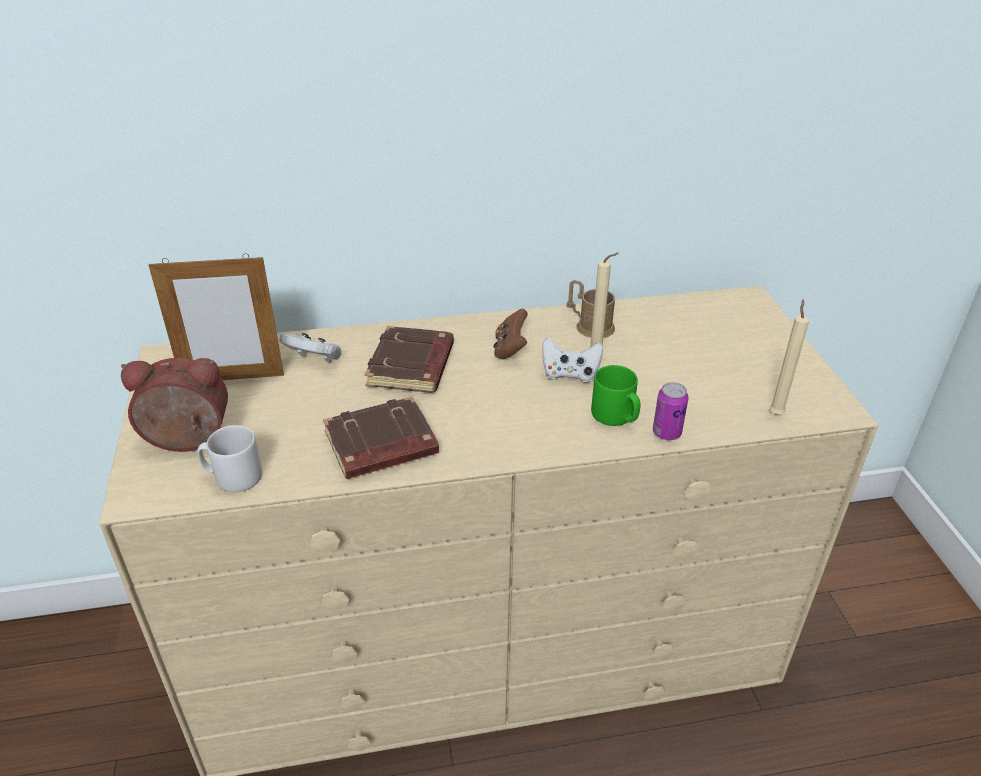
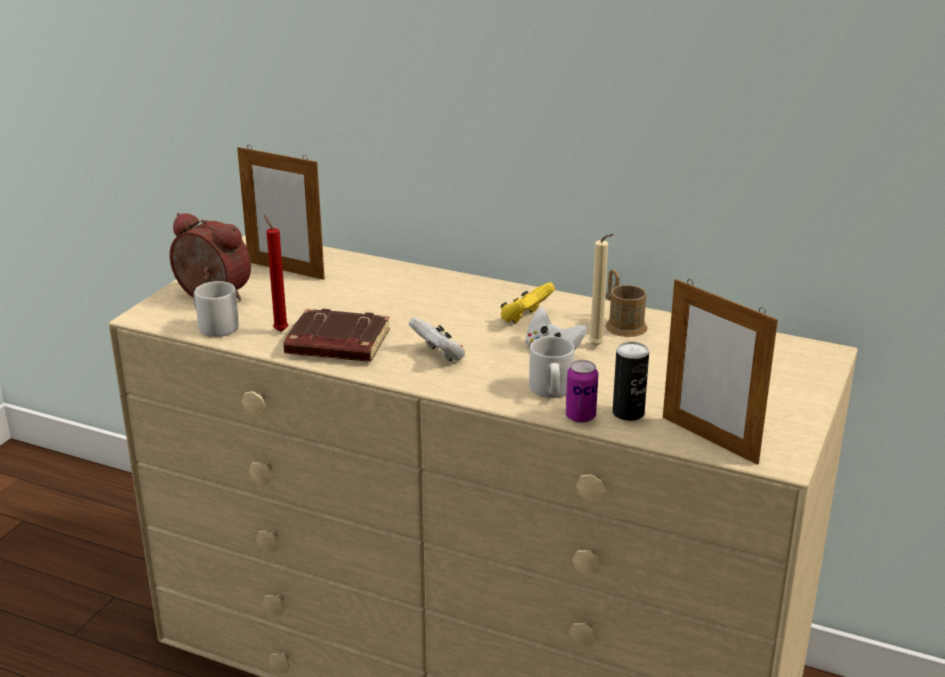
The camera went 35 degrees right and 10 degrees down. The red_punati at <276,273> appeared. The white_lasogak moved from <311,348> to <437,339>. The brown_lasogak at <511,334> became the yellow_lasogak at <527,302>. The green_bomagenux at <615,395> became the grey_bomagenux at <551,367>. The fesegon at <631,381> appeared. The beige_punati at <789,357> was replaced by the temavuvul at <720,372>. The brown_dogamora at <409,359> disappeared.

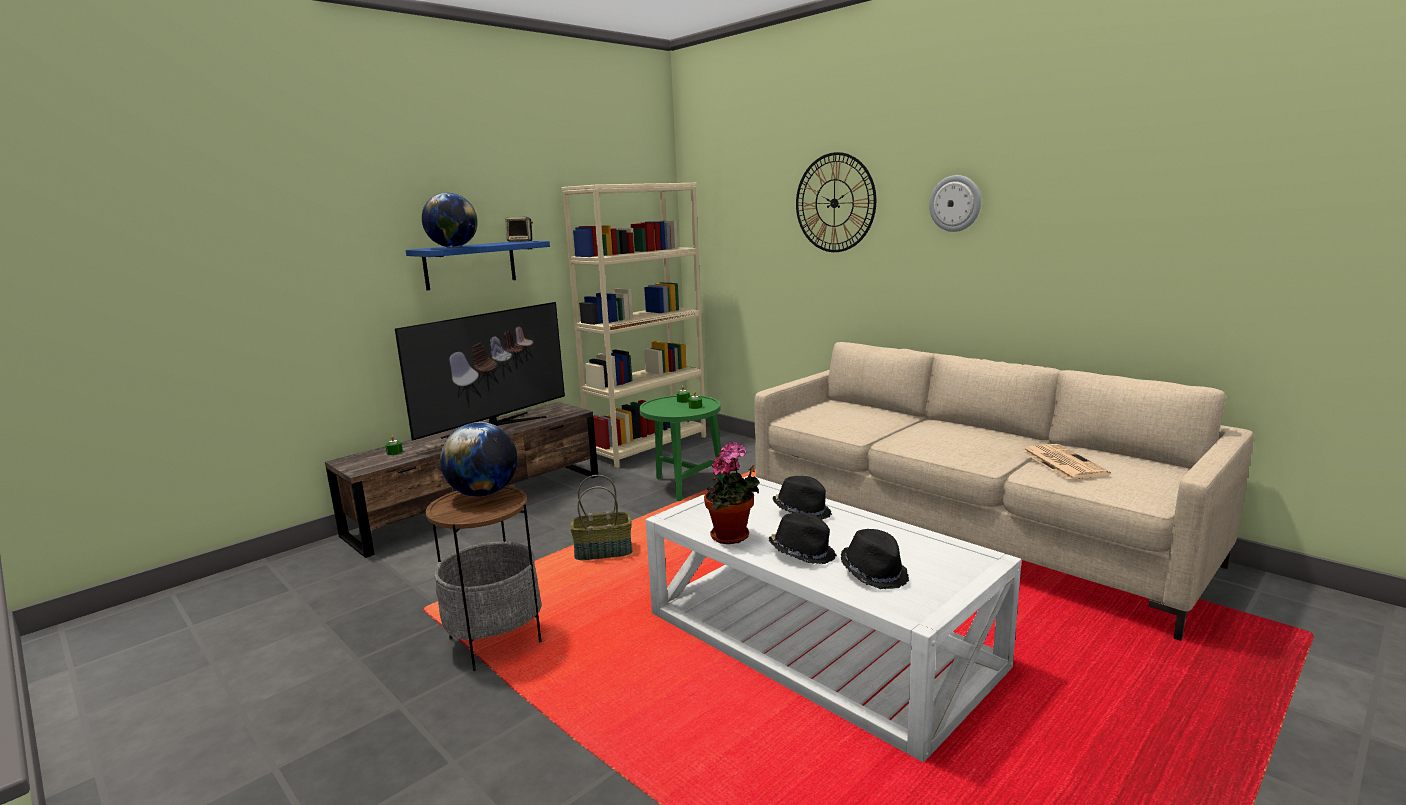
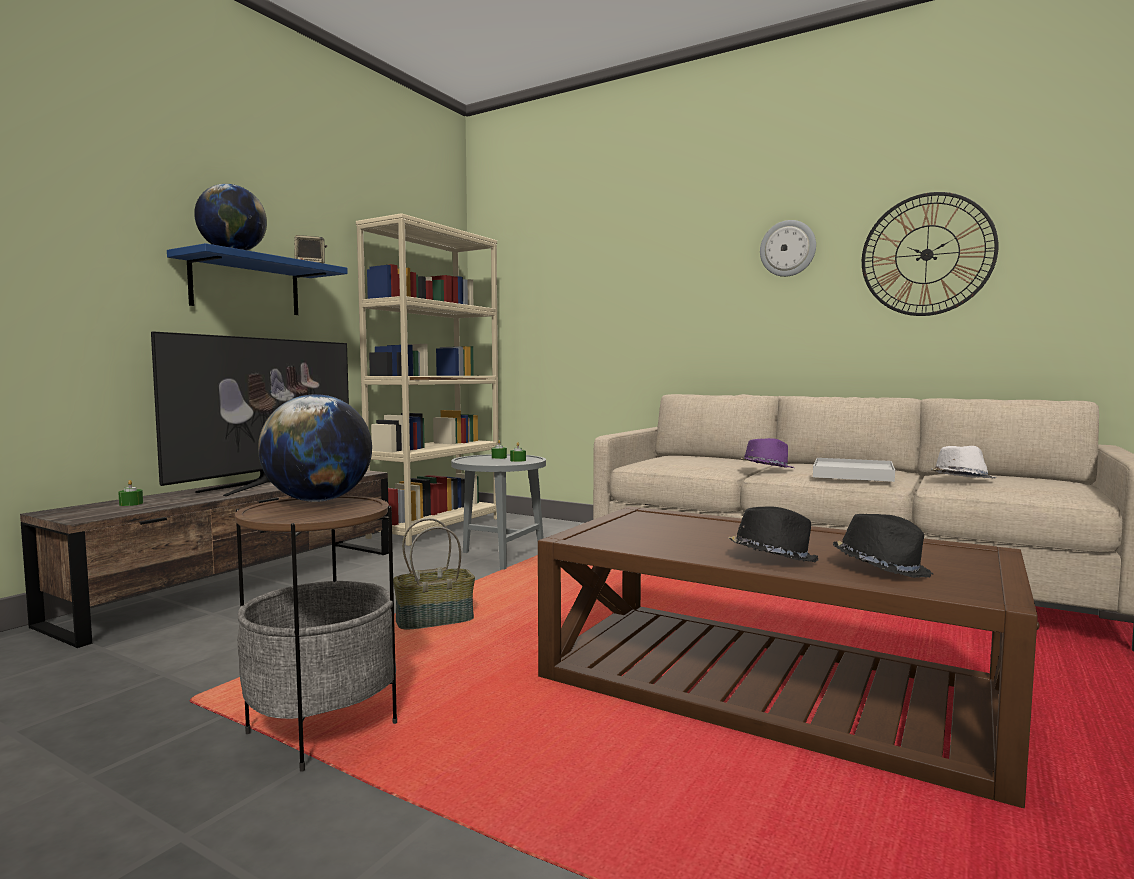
The camera went 15 degrees left and 10 degrees down. The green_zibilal at <681,448> became the grey_zibilal at <498,512>. The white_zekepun at <833,619> became the brown_zekepun at <789,657>. The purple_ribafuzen at <767,453> appeared. The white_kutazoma at <854,470> appeared. The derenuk moved from <836,202> to <930,254>. The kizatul at <1066,462> was replaced by the white_ribafuzen at <963,462>. The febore at <732,493> disappeared. The black_ribafuzen at <802,498> disappeared.

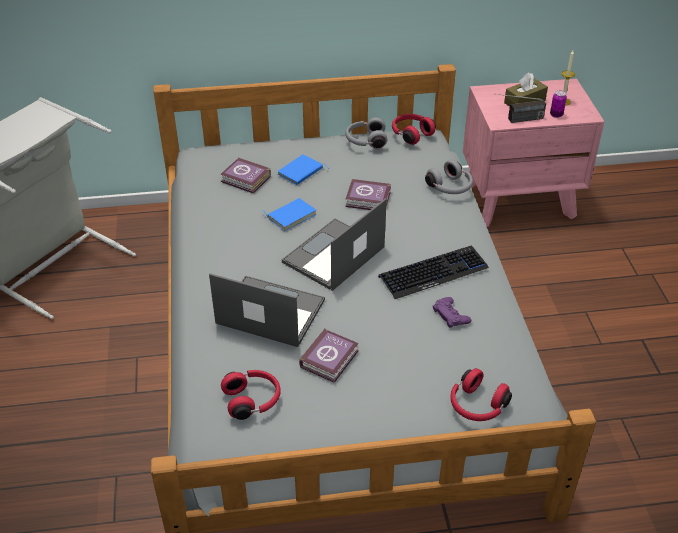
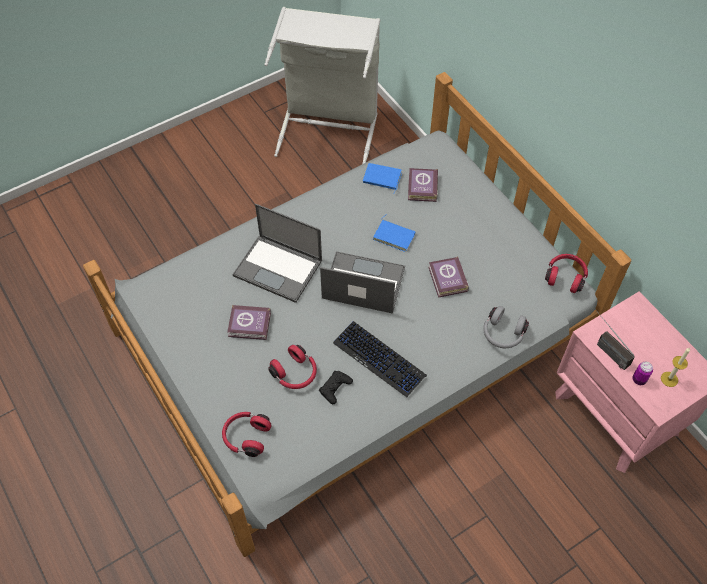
The camera went 65 degrees right and 15 degrees up. The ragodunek at <267,310> turned 120 degrees clockwise. The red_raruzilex moved from <251,395> to <292,367>. The purple_lasogak at <452,312> became the black_lasogak at <336,387>. The blue_dogamora moved from <303,169> to <382,178>. The grey_raruzilex at <366,133> disappeared. The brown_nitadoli at <526,90> disappeared.

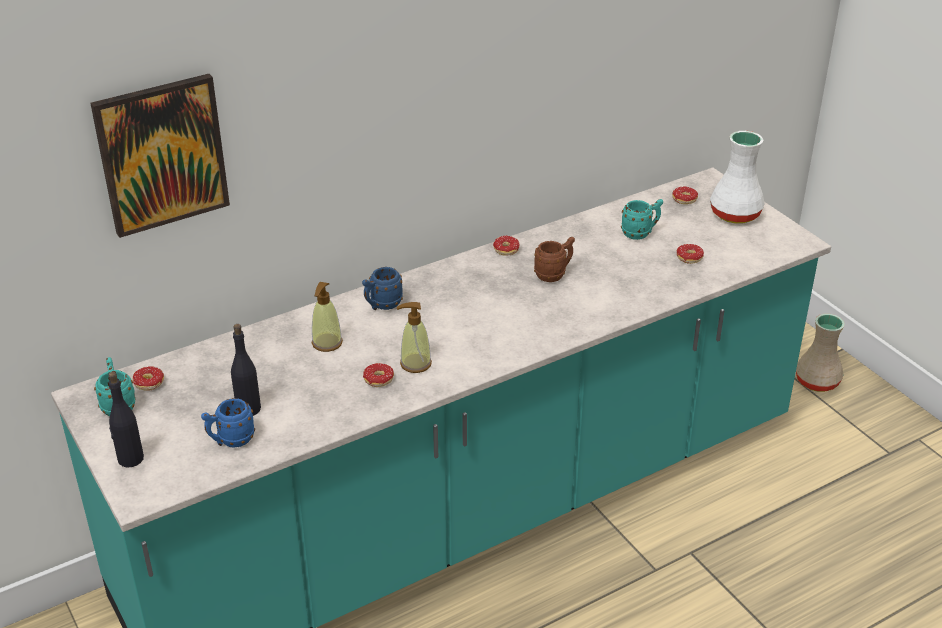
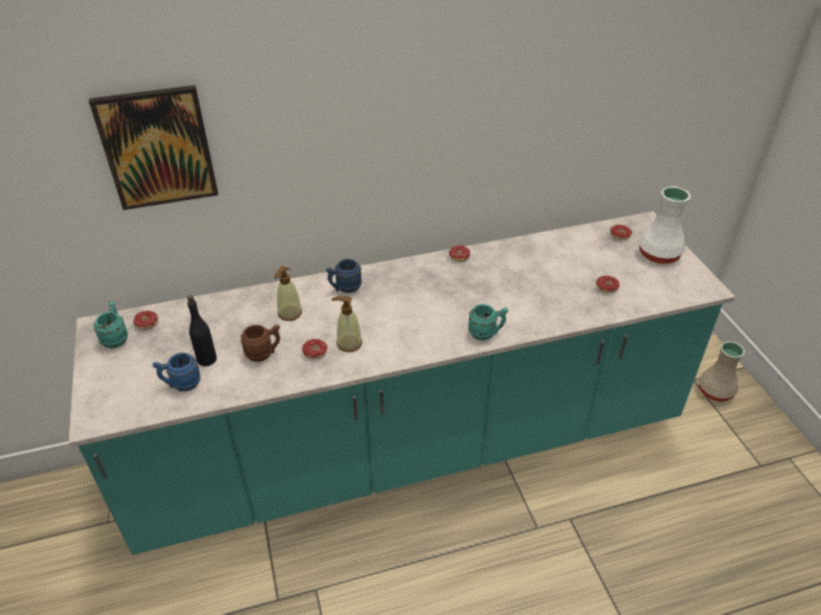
The camera went 15 degrees right and 5 degrees up. The brown_bomagenux moved from <554,259> to <260,343>. The turquoise_bomagenux moved from <642,219> to <488,322>. The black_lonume at <126,420> disappeared.

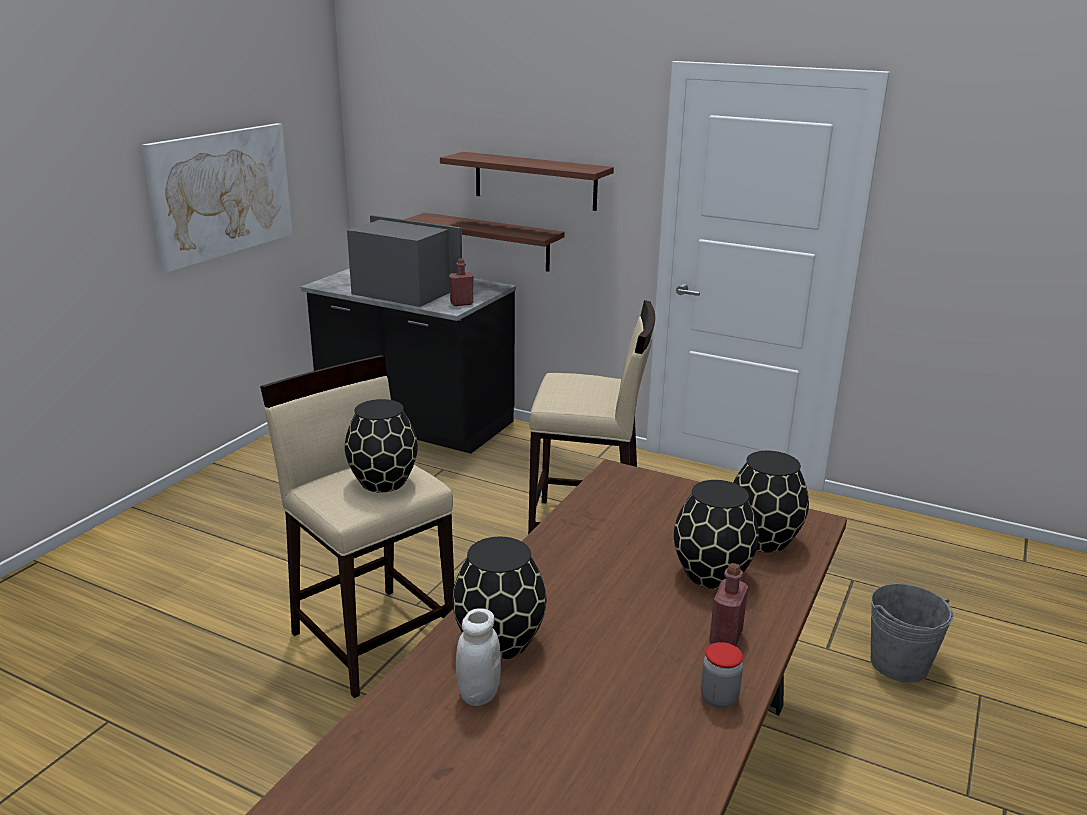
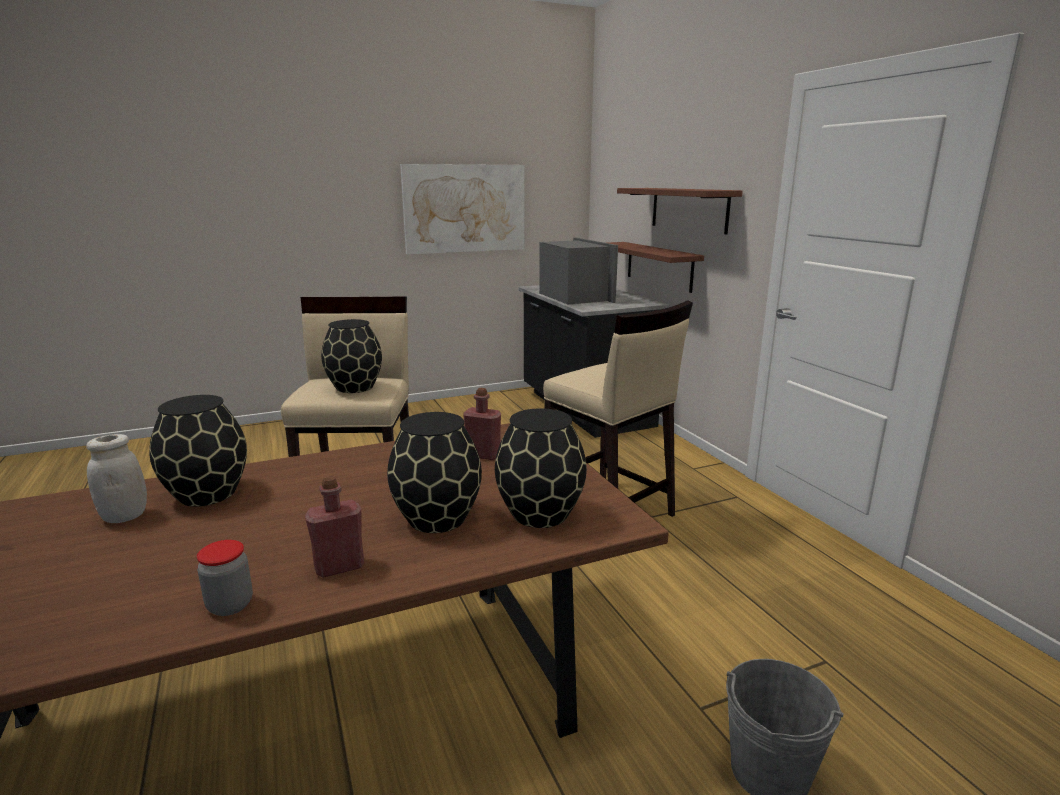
The camera went 40 degrees right and 5 degrees down. The red_lonume moved from <461,282> to <482,424>.

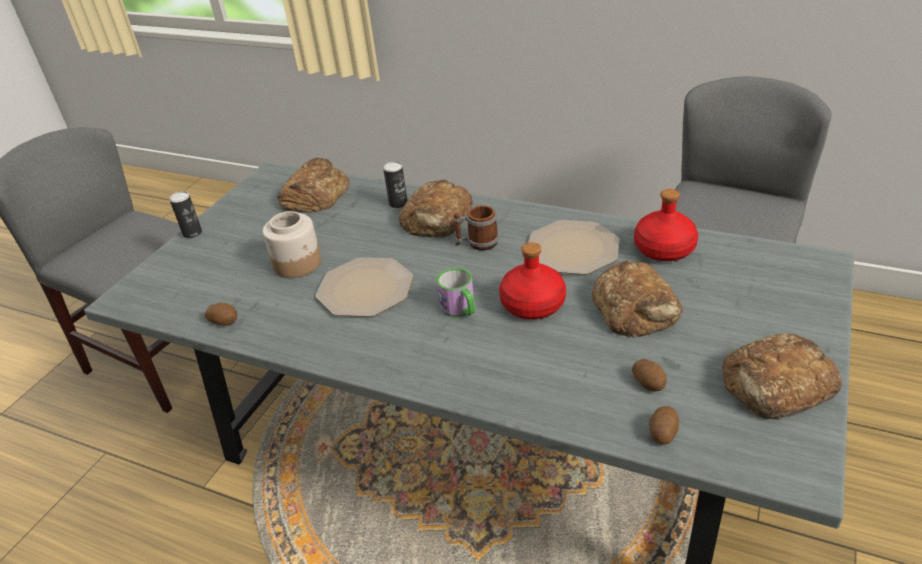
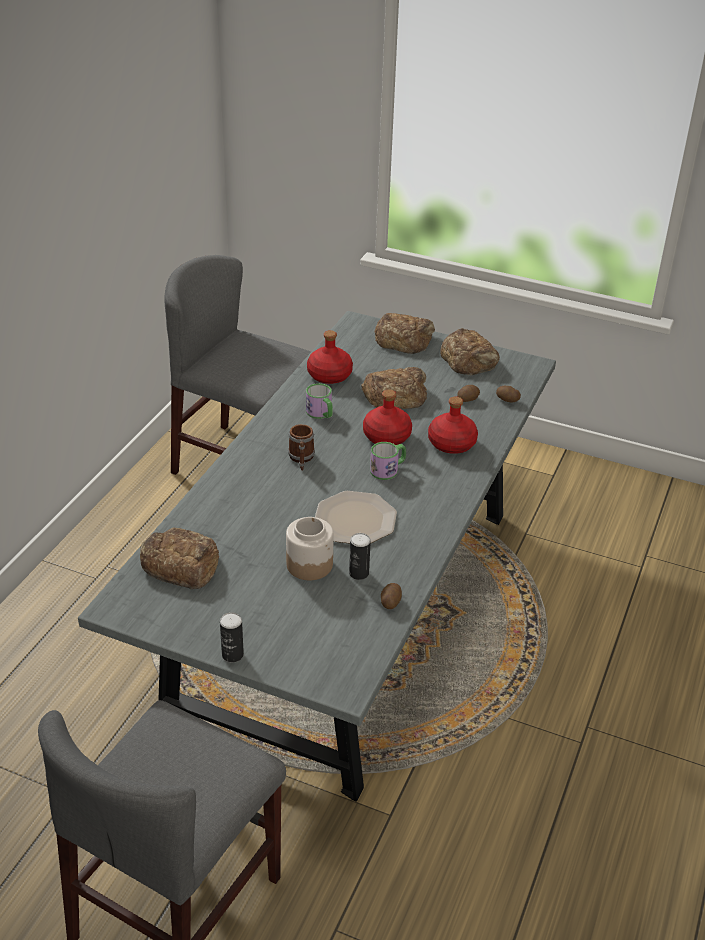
The camera went 95 degrees left and 0 degrees up. The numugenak at <574,247> was replaced by the bomagenux at <319,401>. The fesegon moved from <395,184> to <360,556>. The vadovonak moved from <436,209> to <404,333>. The red_lonume at <453,425> appeared.

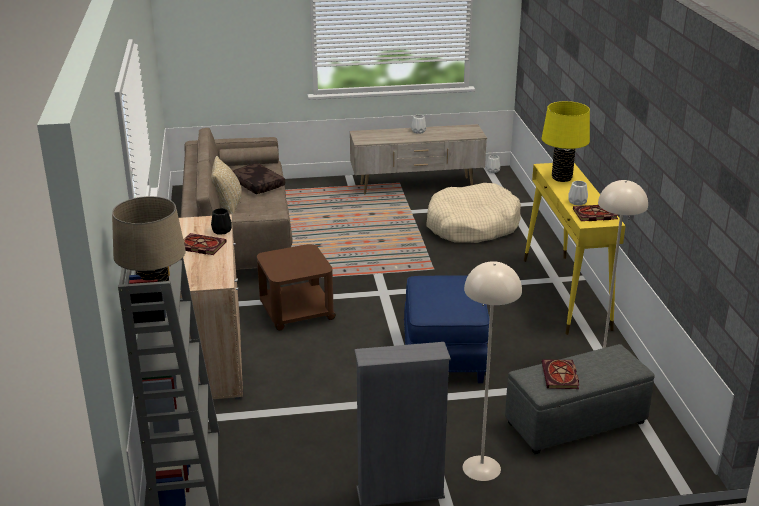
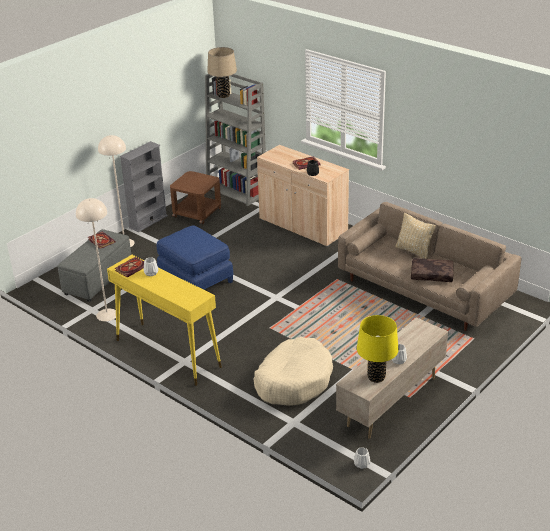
The camera went 140 degrees right and 5 degrees up. The brown_zibilal moved from <296,287> to <195,198>. The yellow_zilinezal moved from <566,141> to <378,349>.

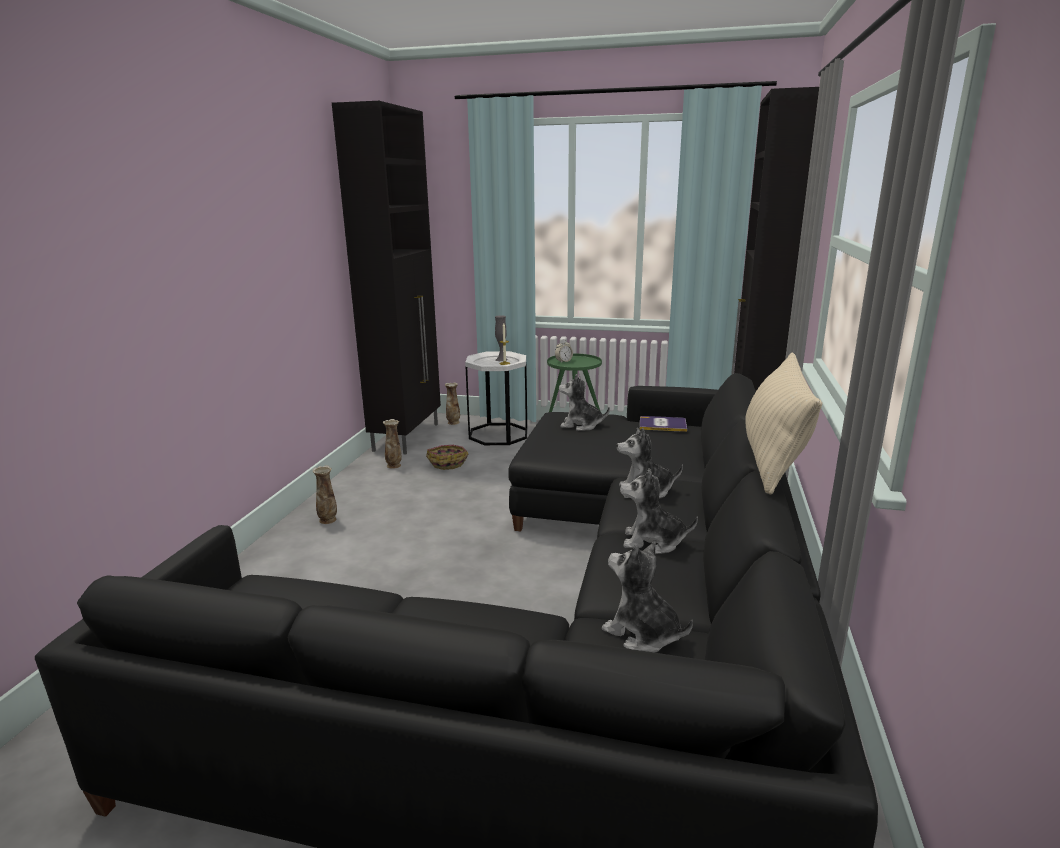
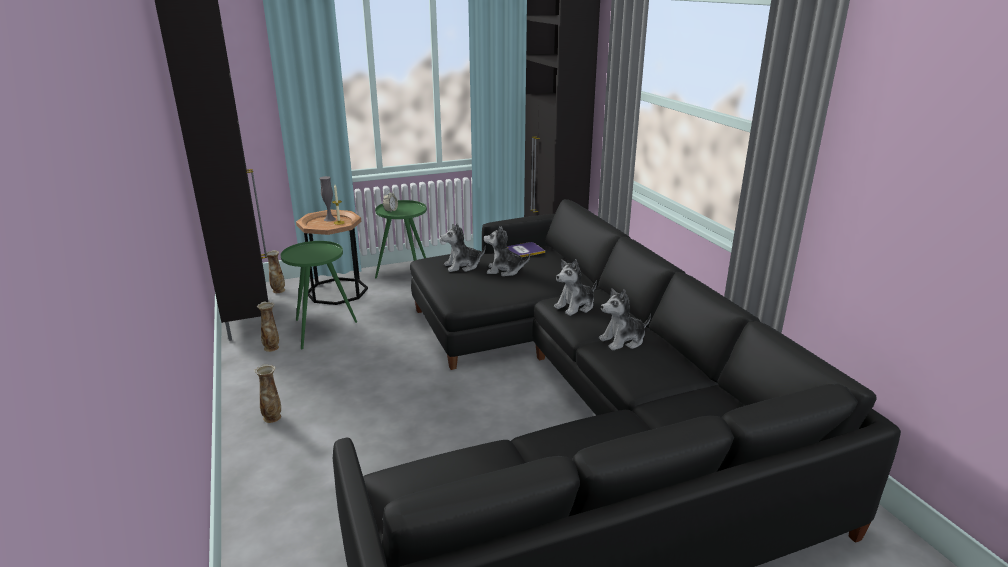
The camera went 35 degrees left and 5 degrees up. The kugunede at <447,457> was replaced by the green_zibilal at <318,295>. The white_zibilal at <496,398> became the brown_zibilal at <332,257>. The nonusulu moved from <647,597> to <507,251>. The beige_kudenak at <783,423> disappeared.

